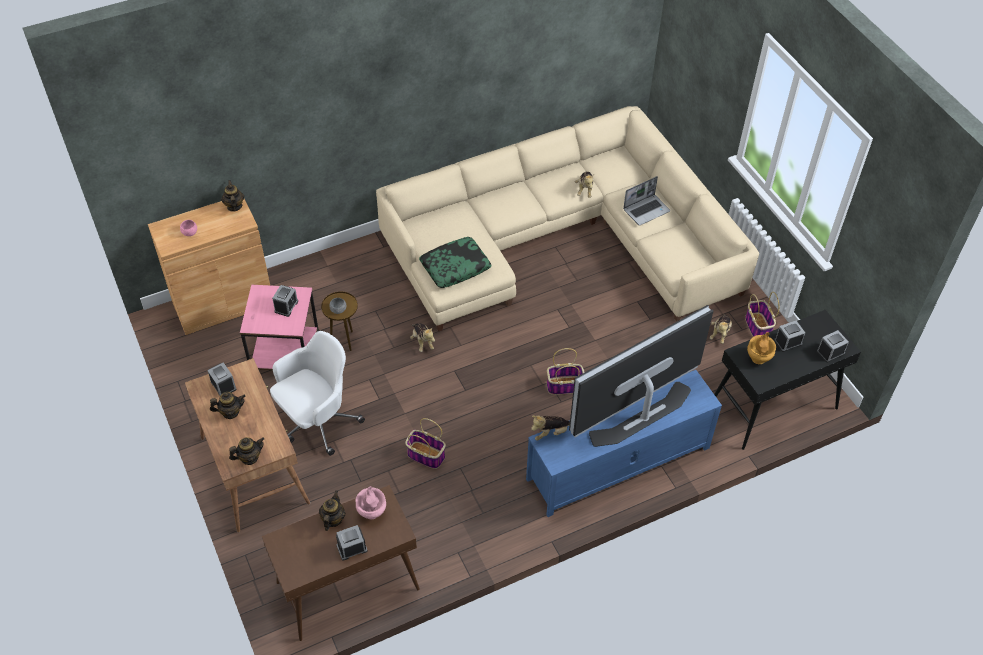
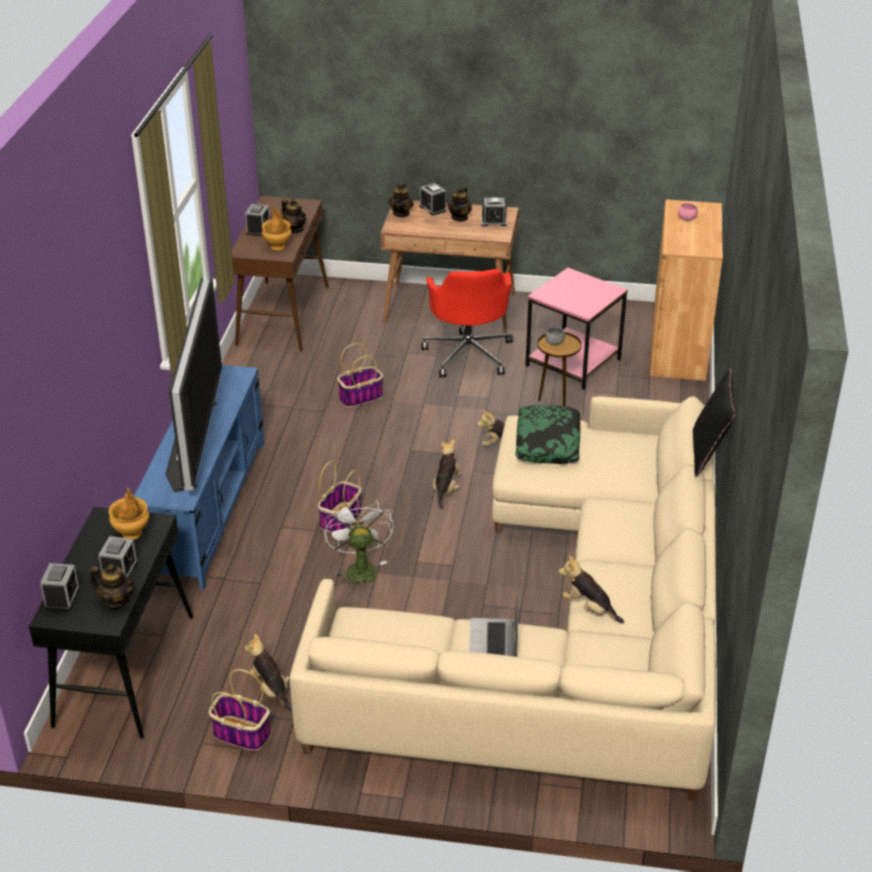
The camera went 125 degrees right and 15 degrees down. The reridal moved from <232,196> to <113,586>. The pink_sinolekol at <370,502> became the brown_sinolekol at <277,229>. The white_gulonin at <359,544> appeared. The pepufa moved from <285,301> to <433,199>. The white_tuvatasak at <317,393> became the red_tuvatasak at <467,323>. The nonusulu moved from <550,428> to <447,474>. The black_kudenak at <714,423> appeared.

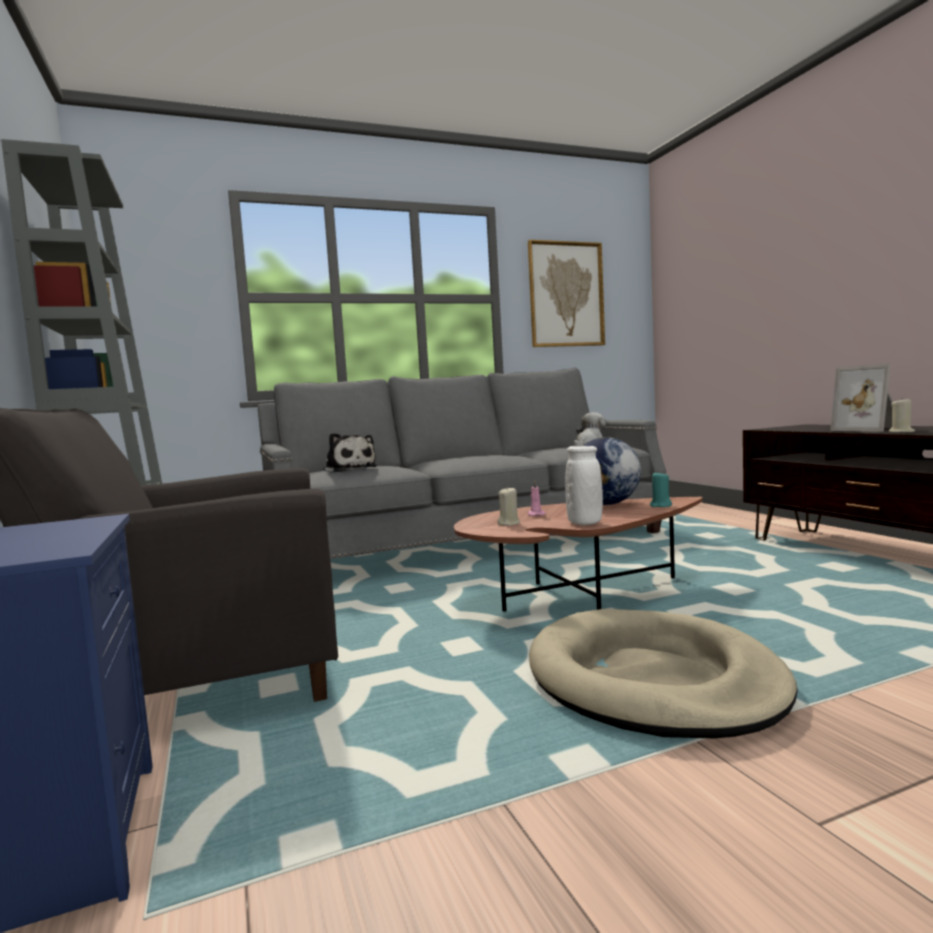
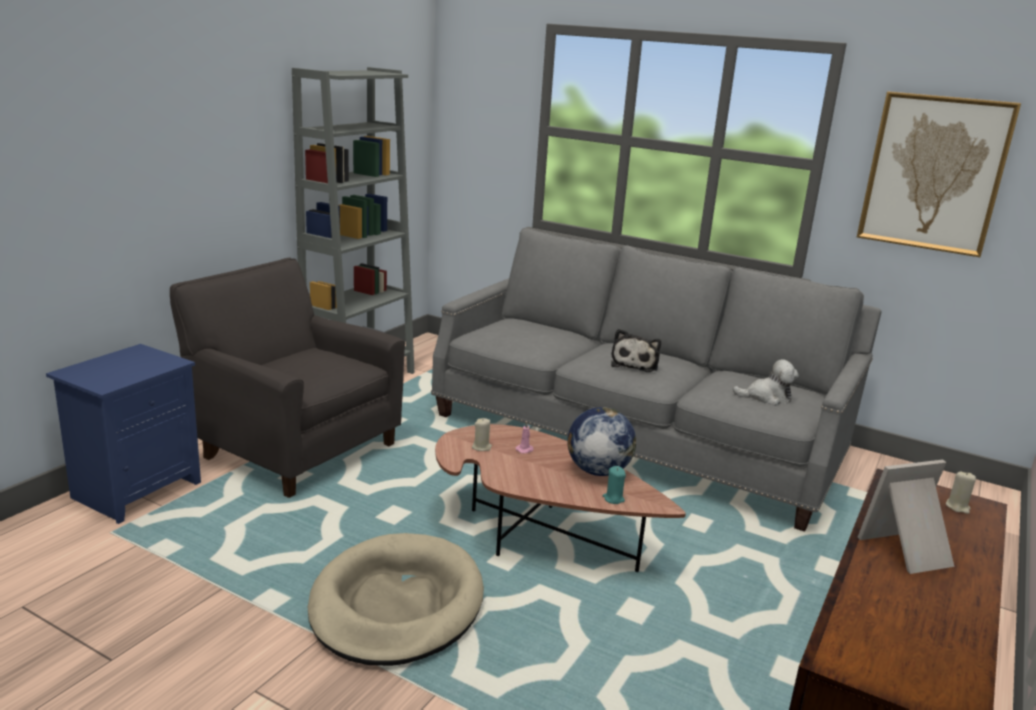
The camera went 50 degrees right and 15 degrees up. The nonusulu moved from <350,453> to <636,350>. The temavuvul at <861,398> turned 45 degrees clockwise. The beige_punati moved from <902,414> to <961,493>. The white_sinolekol at <584,485> disappeared.

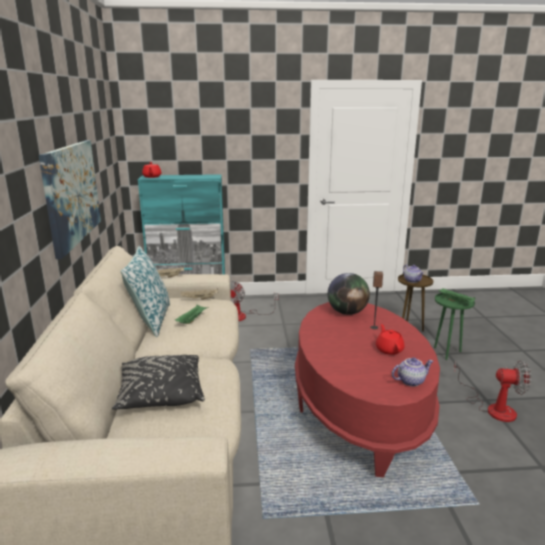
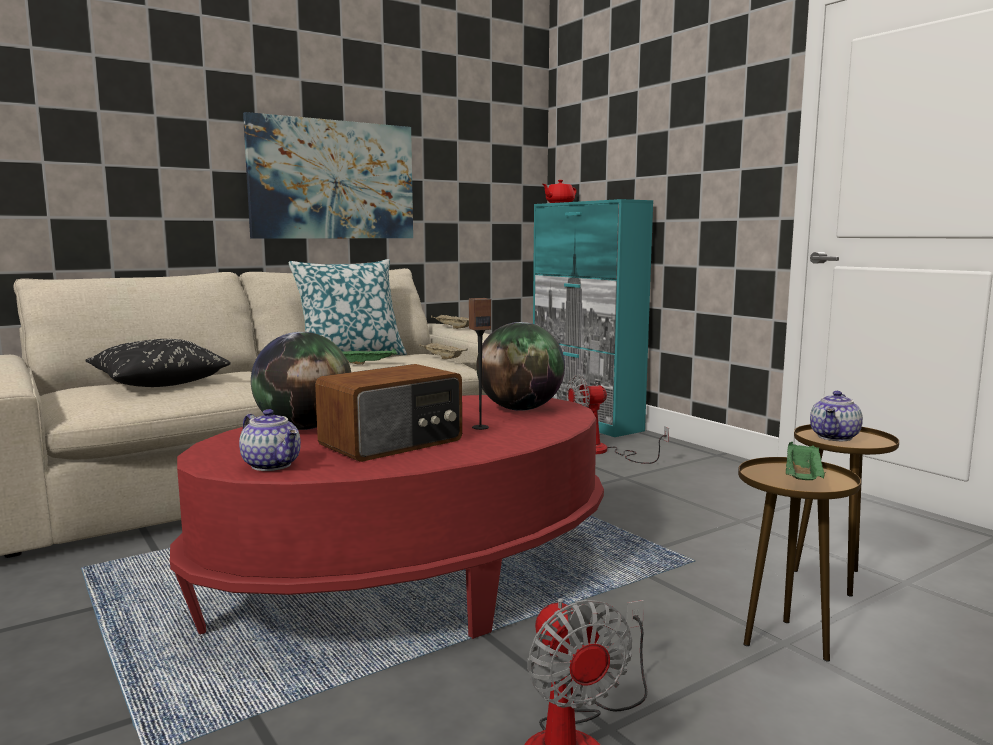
The camera went 60 degrees right and 10 degrees down. The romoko at <301,381> appeared. The red_reridal at <390,339> was replaced by the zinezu at <388,413>. The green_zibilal at <454,326> became the brown_zibilal at <799,559>.

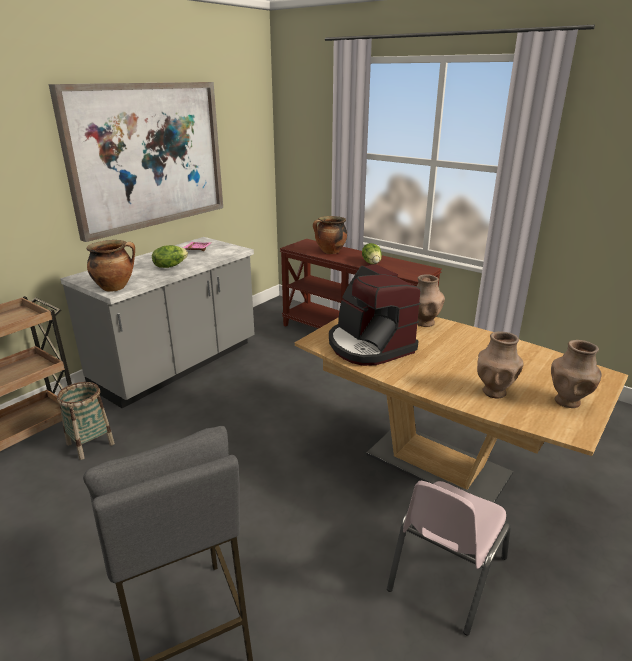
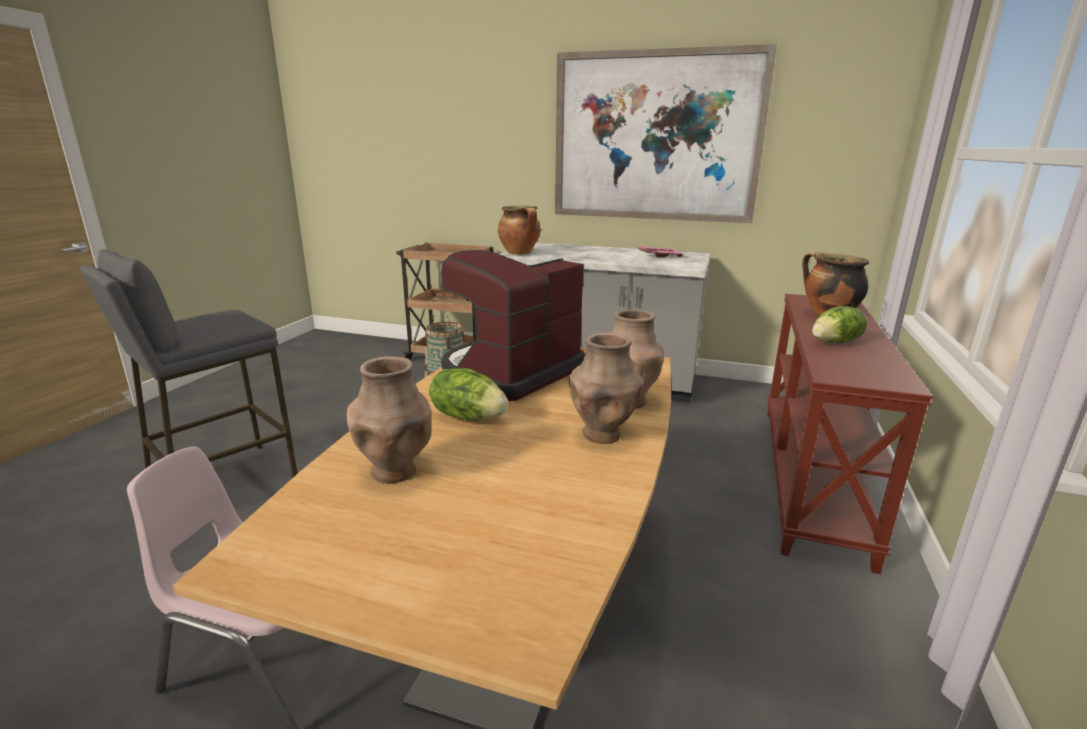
The camera went 70 degrees right and 5 degrees down. The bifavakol moved from <170,256> to <469,394>. The brown_sinolekol moved from <576,374> to <606,388>.

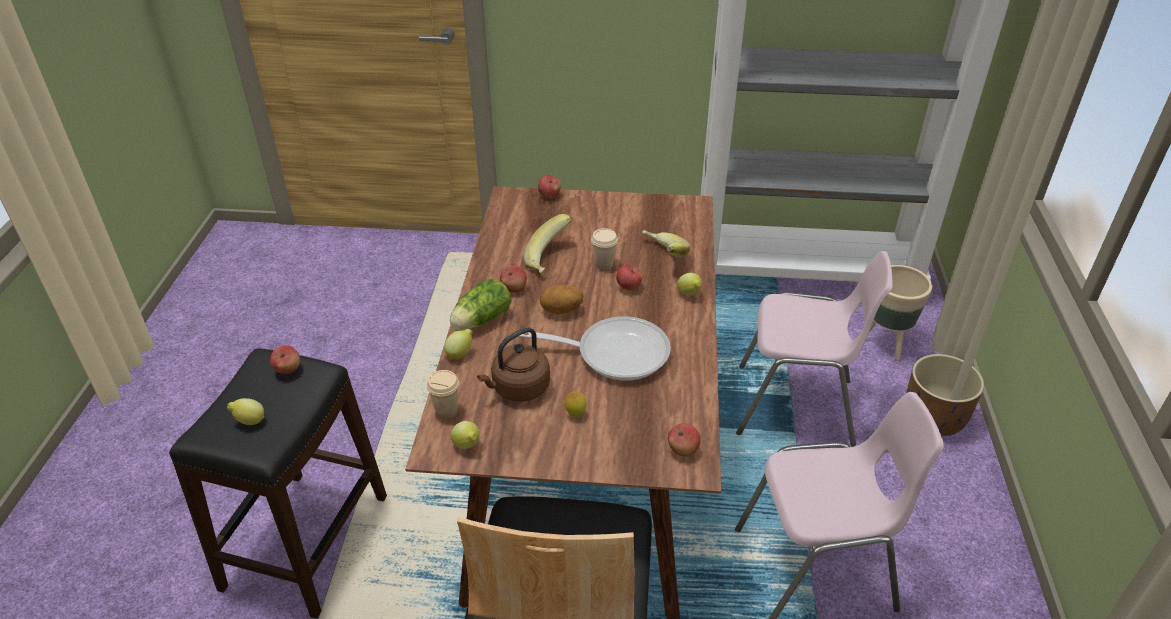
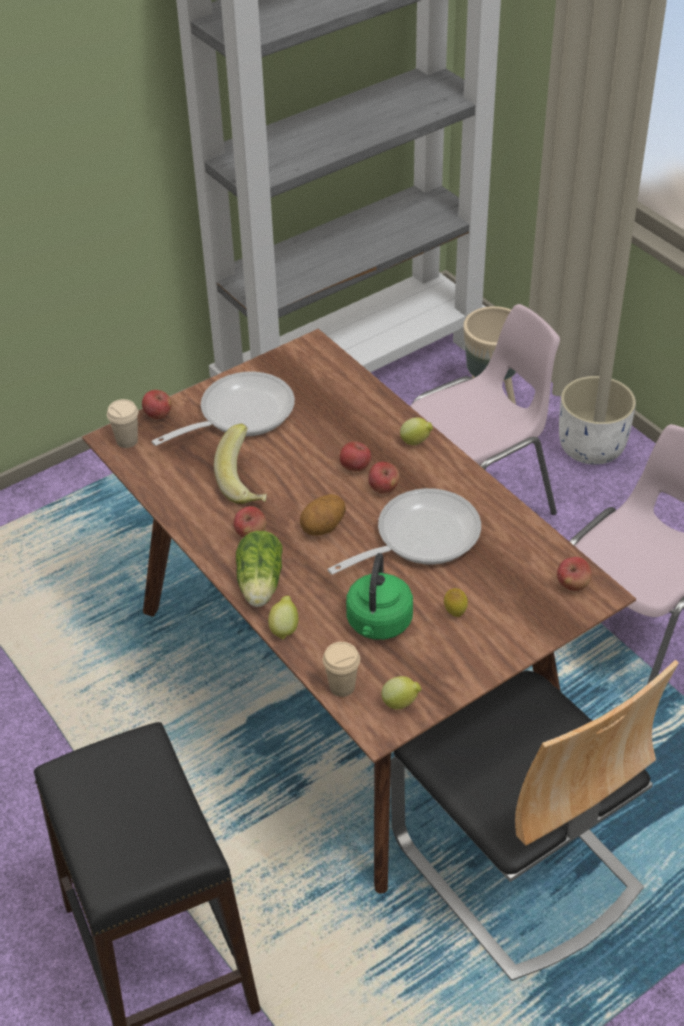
The camera went 40 degrees left and 5 degrees up. The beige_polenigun moved from <604,249> to <122,423>. The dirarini at <223,409> appeared. The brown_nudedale at <513,364> became the green_nudedale at <379,596>. The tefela moved from <285,359> to <384,478>. The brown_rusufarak at <945,395> became the white_rusufarak at <597,420>. The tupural at <246,411> disappeared. The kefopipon at <666,243> disappeared.

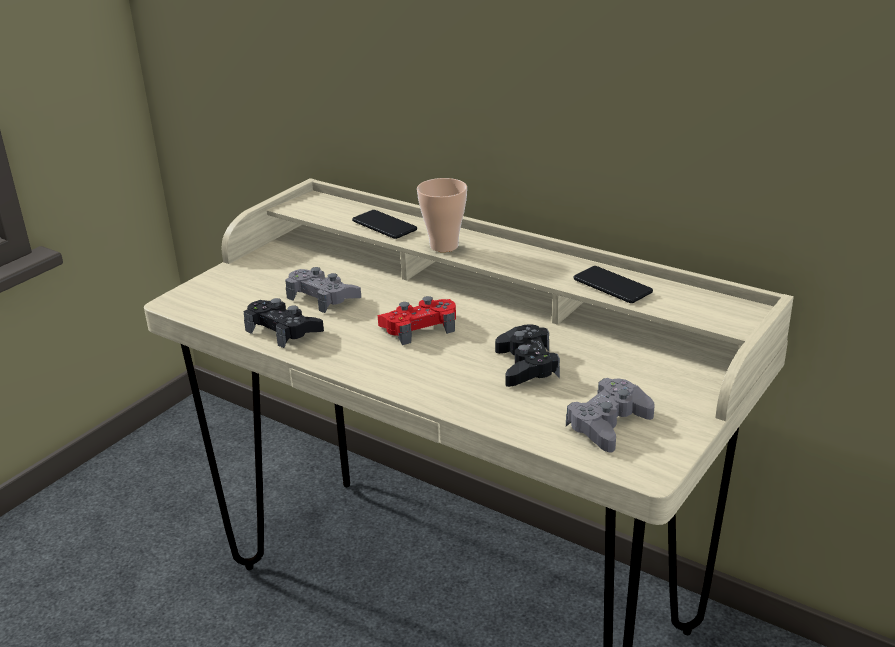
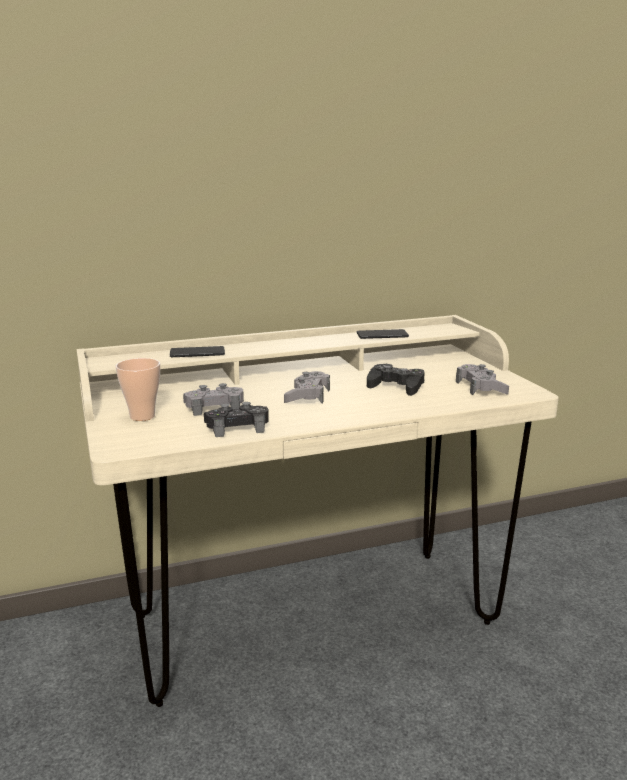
The camera went 55 degrees left and 10 degrees down. The polenigun moved from <442,215> to <138,389>. The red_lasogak at <417,320> became the grey_lasogak at <307,387>.

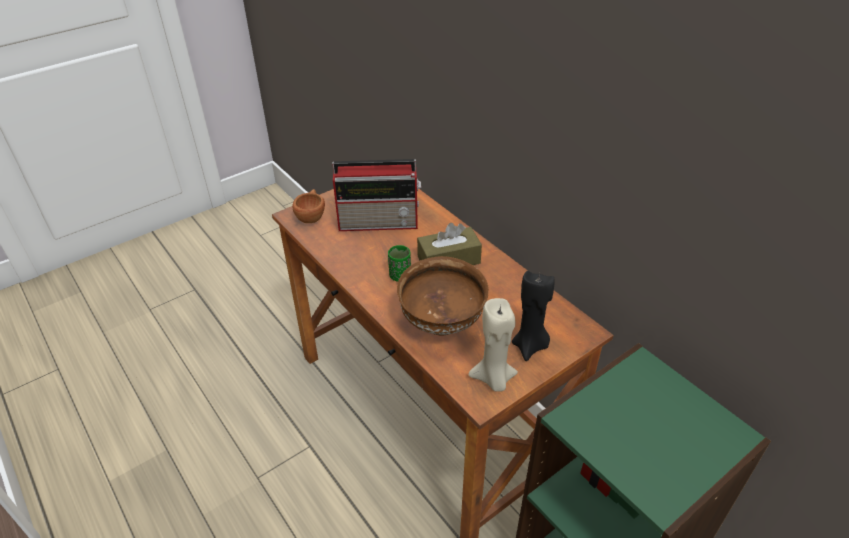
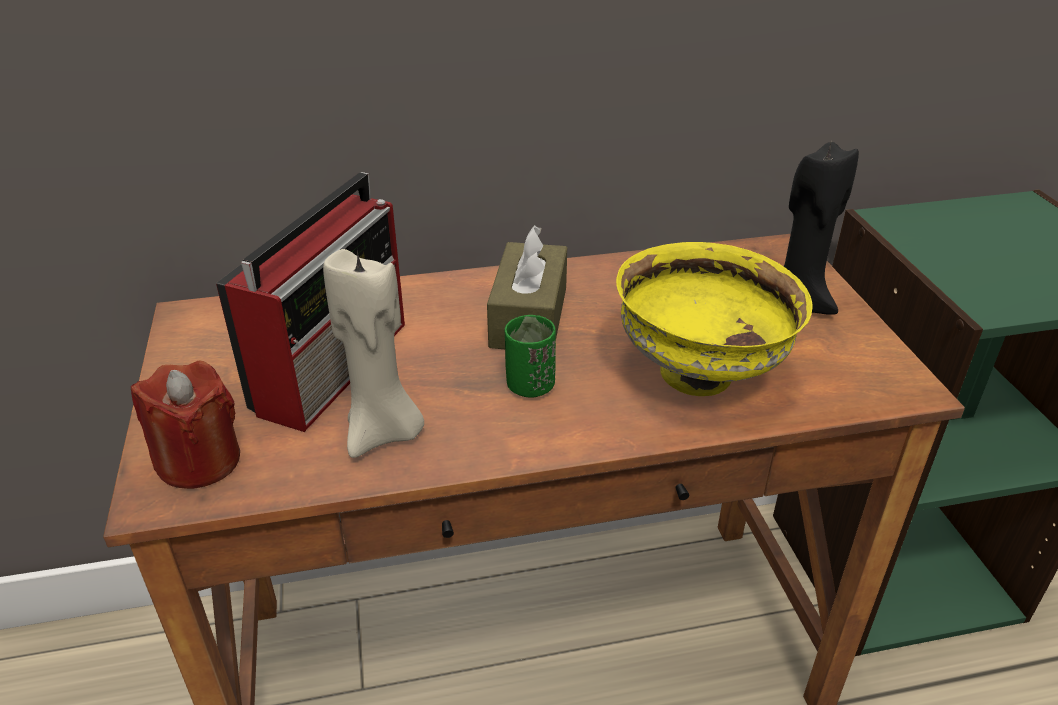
The camera went 65 degrees left and 5 degrees down. The brown_polenigun at <308,206> was replaced by the red_punati at <185,425>. The beige_punati moved from <493,345> to <373,353>. The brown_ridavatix at <443,296> became the yellow_ridavatix at <714,319>.

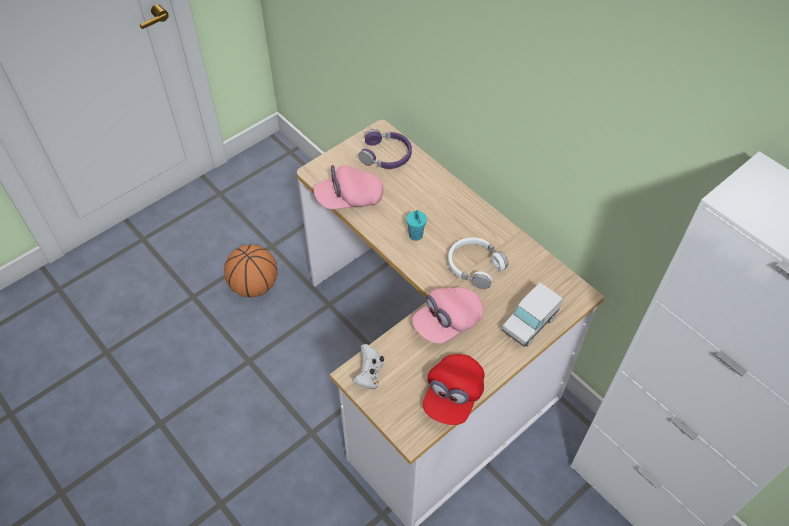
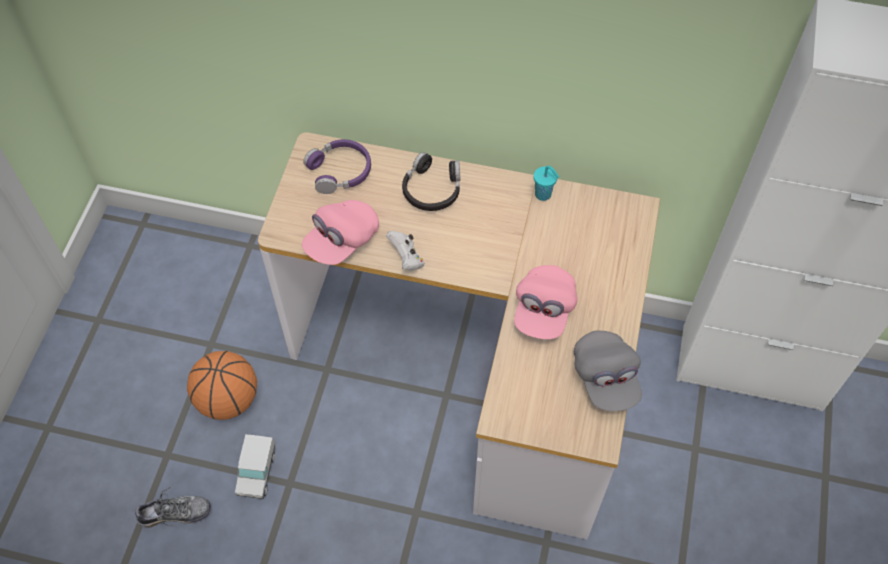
The camera went 35 degrees left and 5 degrees up. The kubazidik at <173,507> appeared. The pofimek moved from <532,314> to <255,466>. The white_lasogak moved from <368,366> to <405,251>. The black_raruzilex at <431,181> appeared. The turquoise_polenigun moved from <416,225> to <546,183>. The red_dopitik at <454,389> became the grey_dopitik at <608,371>. The white_raruzilex at <478,263> disappeared.

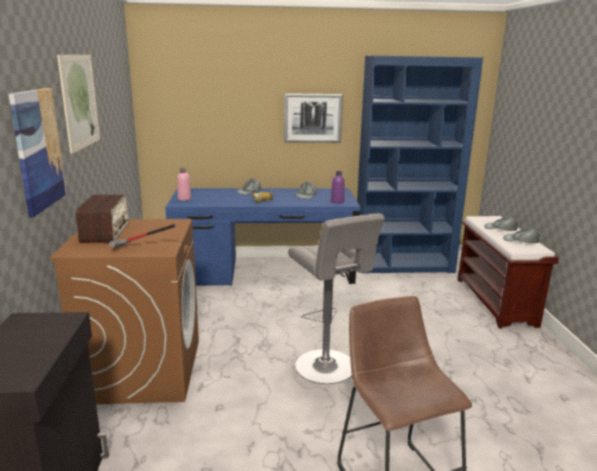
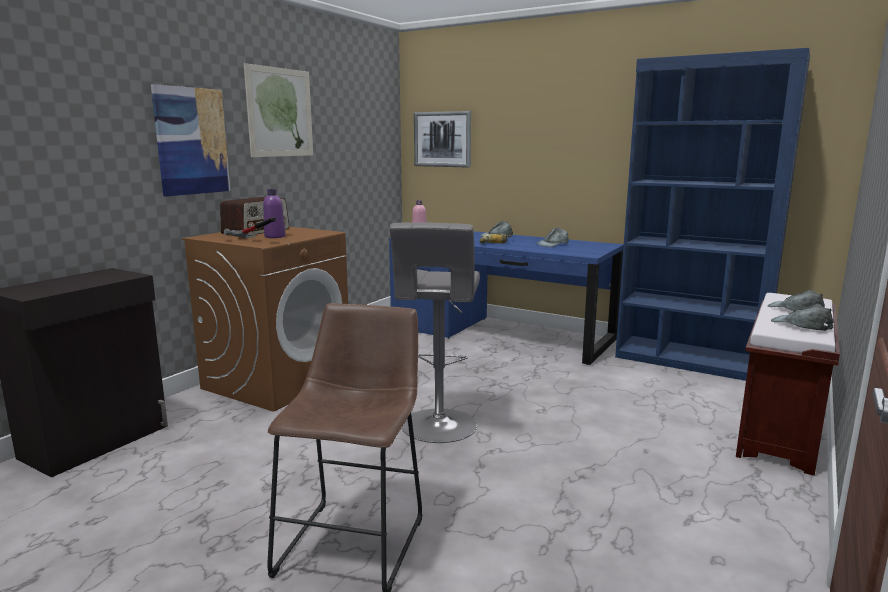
The camera went 35 degrees right and 5 degrees down. The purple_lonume moved from <338,187> to <274,213>. The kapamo moved from <313,118> to <442,139>.

